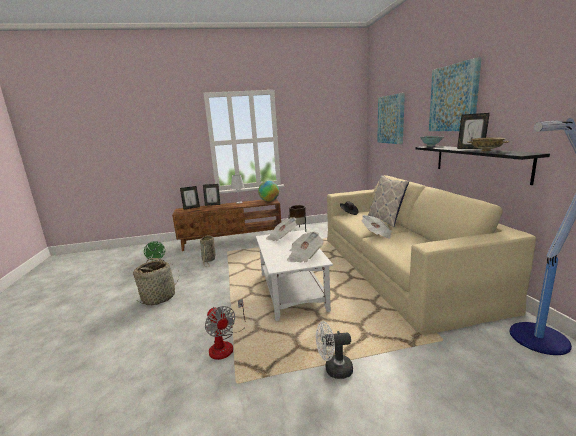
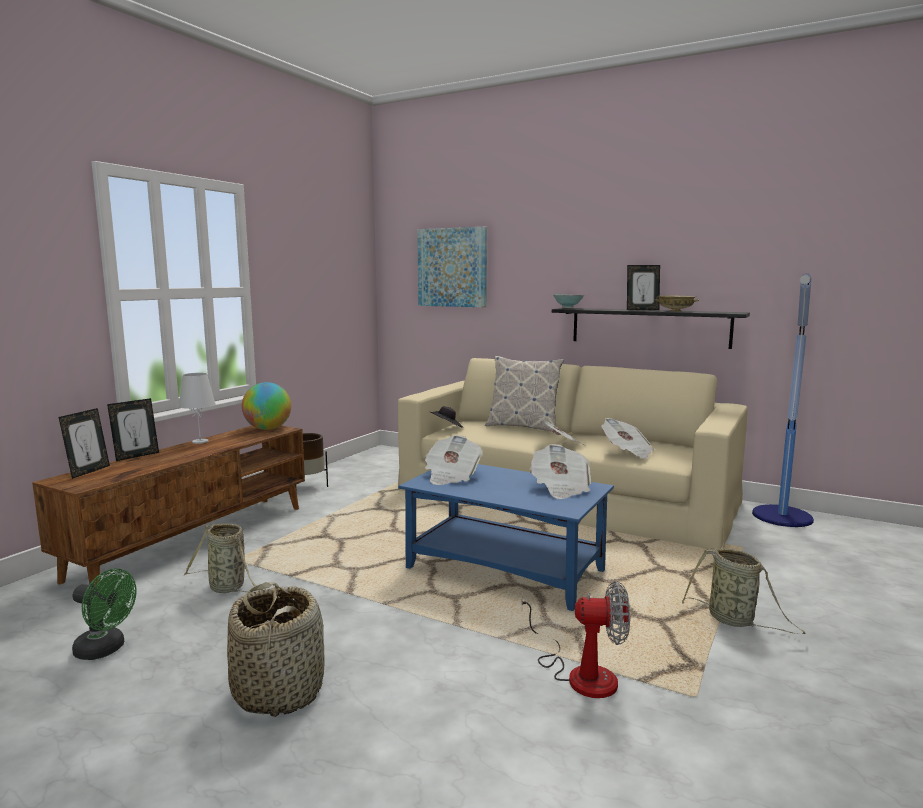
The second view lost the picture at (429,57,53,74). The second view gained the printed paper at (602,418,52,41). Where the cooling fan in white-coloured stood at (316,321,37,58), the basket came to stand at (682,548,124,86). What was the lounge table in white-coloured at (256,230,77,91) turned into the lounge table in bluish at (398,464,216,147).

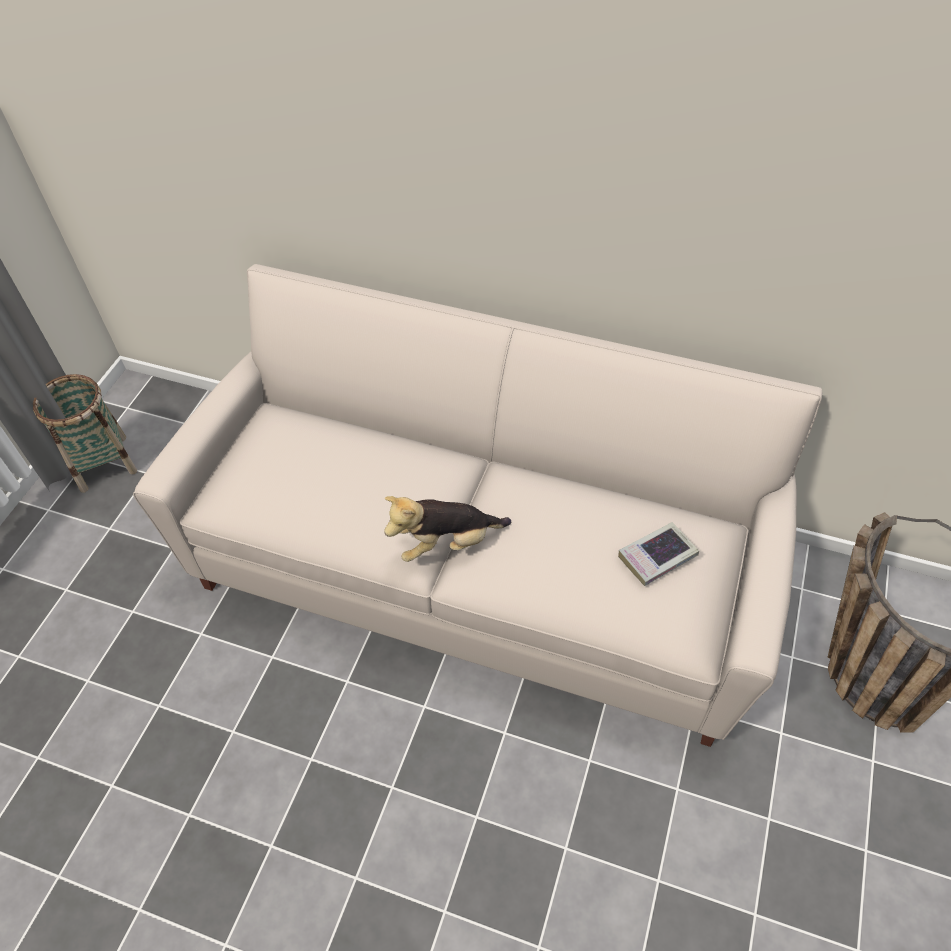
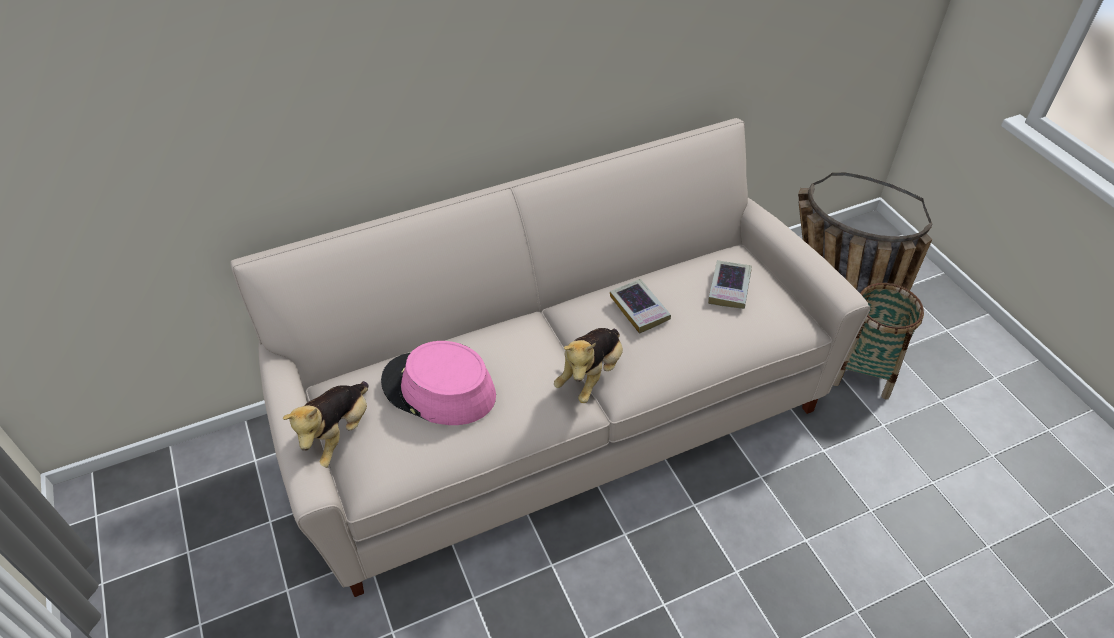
The second view gained the cuddly toy at (283,381,86,87). The second view gained the hat in pink-coloured at (381,341,115,84). The second view gained the bound book at (610,279,61,55). The basket ended up elsewhere, having gone from (33,374,104,119) to (833,283,91,116).

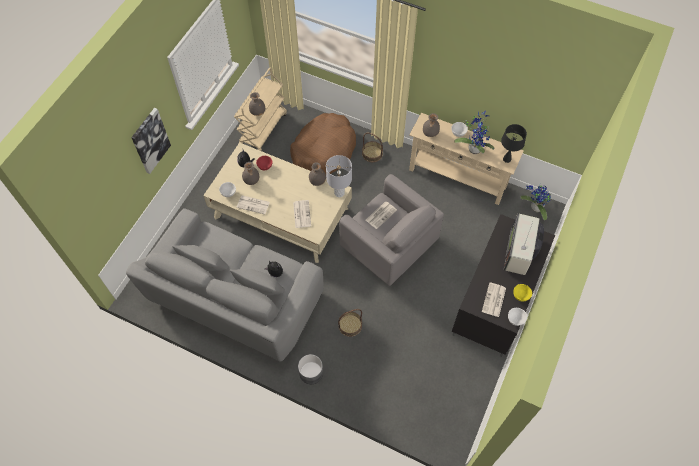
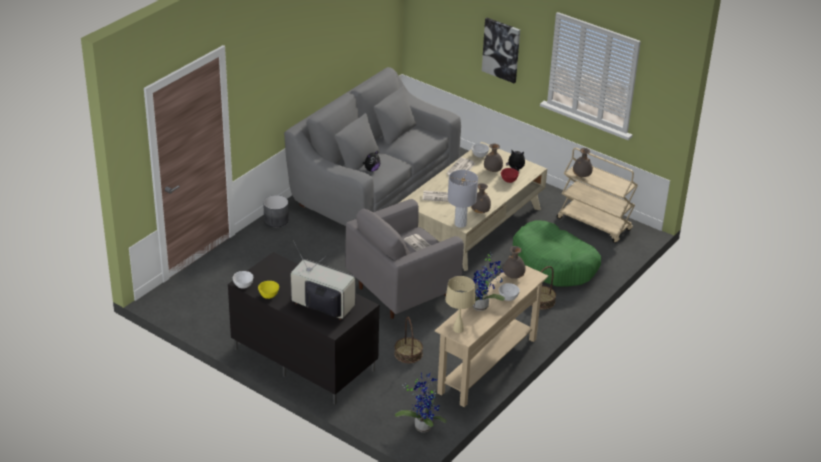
The second view lost the printed paper at (482,283,24,34). The basket ended up elsewhere, having gone from (338,309,24,28) to (394,316,29,47). What was the dog bed in brown-coloured at (290,113,66,61) turned into the dog bed in green at (513,220,88,67). What was the lamp for a table in black at (501,124,26,39) turned into the lamp for a table in beige-coloured at (445,276,30,57).

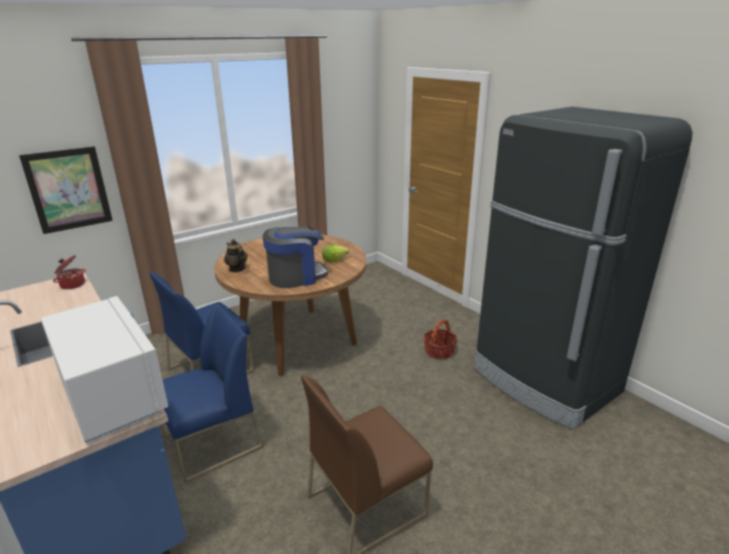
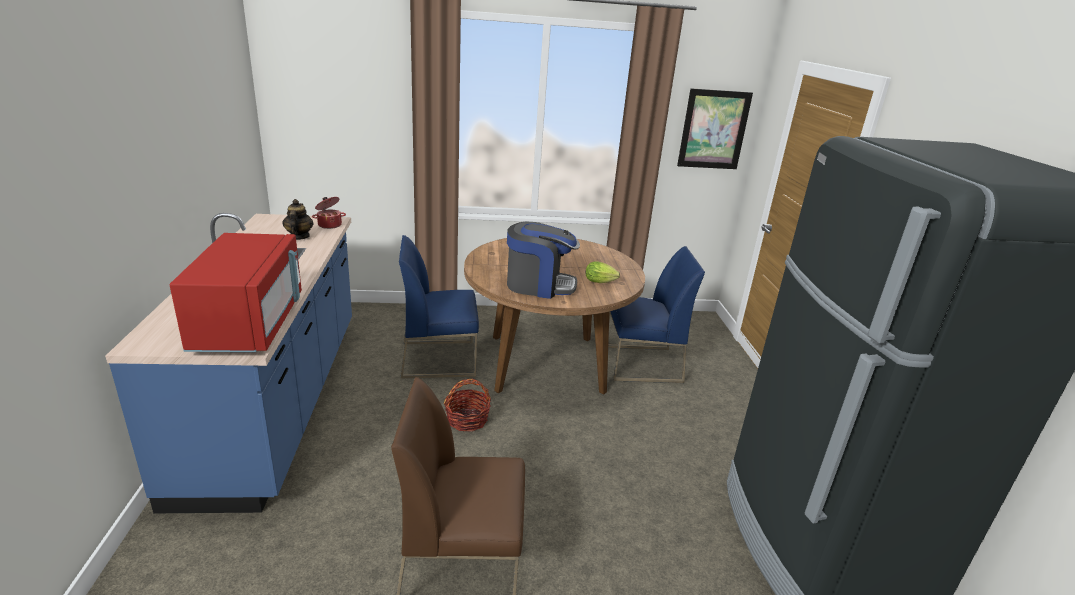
The picture ended up elsewhere, having gone from (19,146,94,88) to (677,88,76,81). The plain chair in bluish ended up elsewhere, having gone from (161,304,103,179) to (608,246,97,137). The pot for tea ended up elsewhere, having gone from (224,239,23,33) to (282,199,32,41). The basket ended up elsewhere, having gone from (424,319,34,40) to (444,379,47,53). What was the microwave oven in white-coloured at (41,296,127,147) turned into the microwave oven in red-coloured at (170,233,132,119).

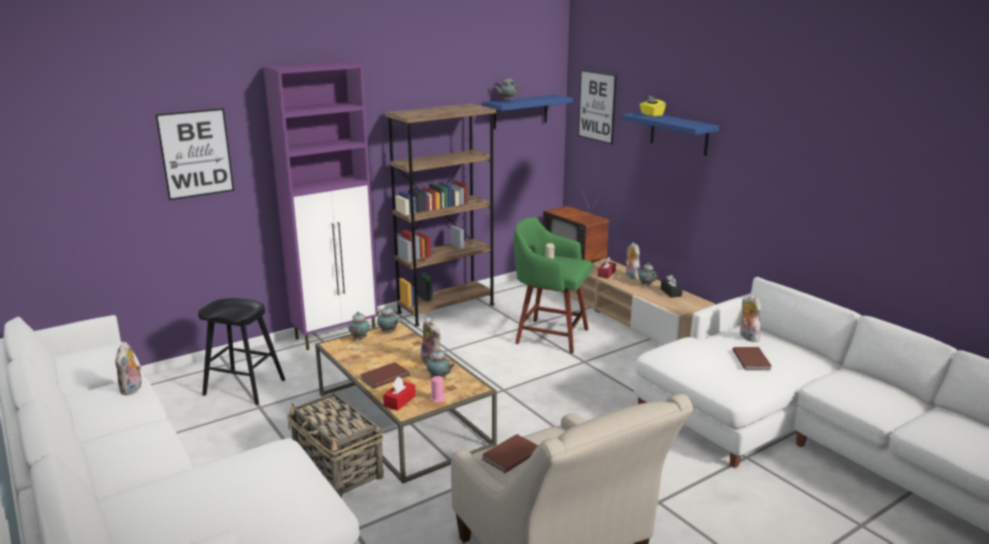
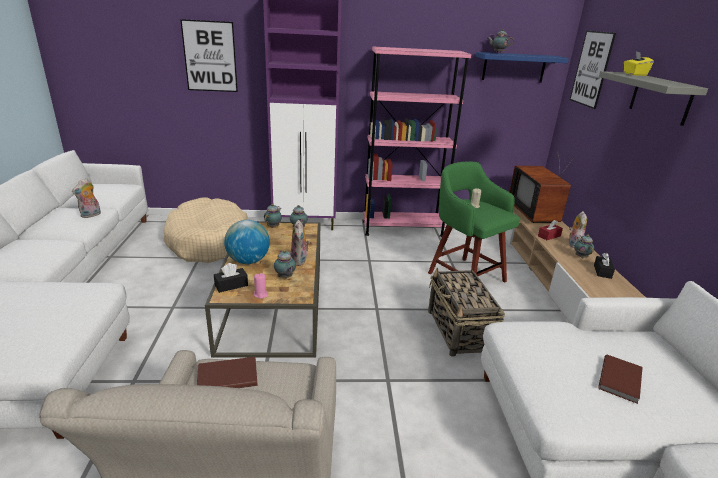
The second view lost the cuddly toy at (740,295,21,47). The basket ended up elsewhere, having gone from (287,393,97,104) to (428,267,77,90). Where the sitting stool in black stood at (198,298,87,107), the dog bed in beige-coloured came to stand at (163,197,85,66). Where the bound book in brown-coloured stood at (360,362,50,27), the globe came to stand at (224,220,46,44). What was the box of tissues in red-coloured at (383,377,33,34) turned into the box of tissues in black at (214,263,34,30). What was the bookcase in brown-coloured at (385,103,111,224) turned into the bookcase in pink-coloured at (363,47,108,190). What was the shelf in bluish at (622,112,97,44) turned into the shelf in greyish at (599,71,109,55).

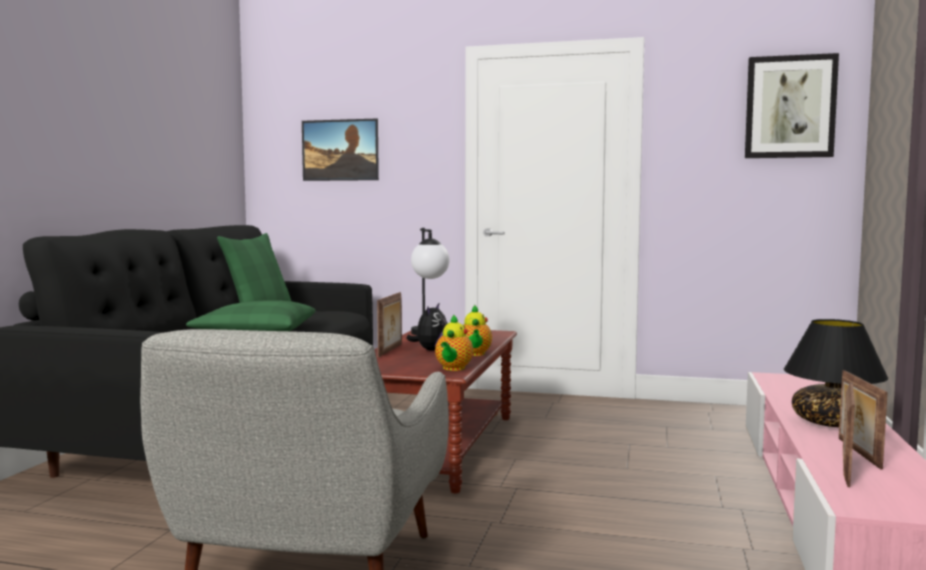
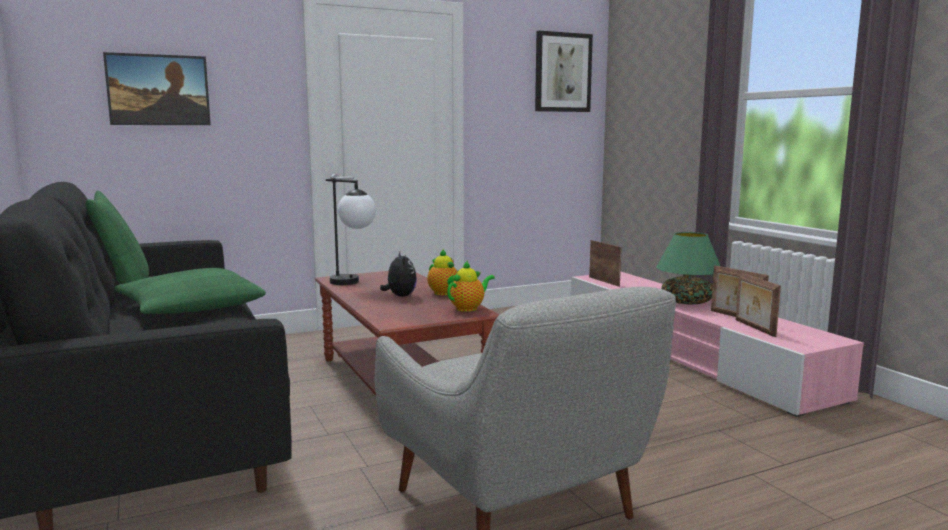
The standing frame ended up elsewhere, having gone from (377,292,25,65) to (589,240,33,47). What was the lamp for a table in black at (784,319,104,108) turned into the lamp for a table in green at (656,232,64,72). The pot for tea at (435,314,38,57) ended up facing another way, 105 degrees counterclockwise from before.

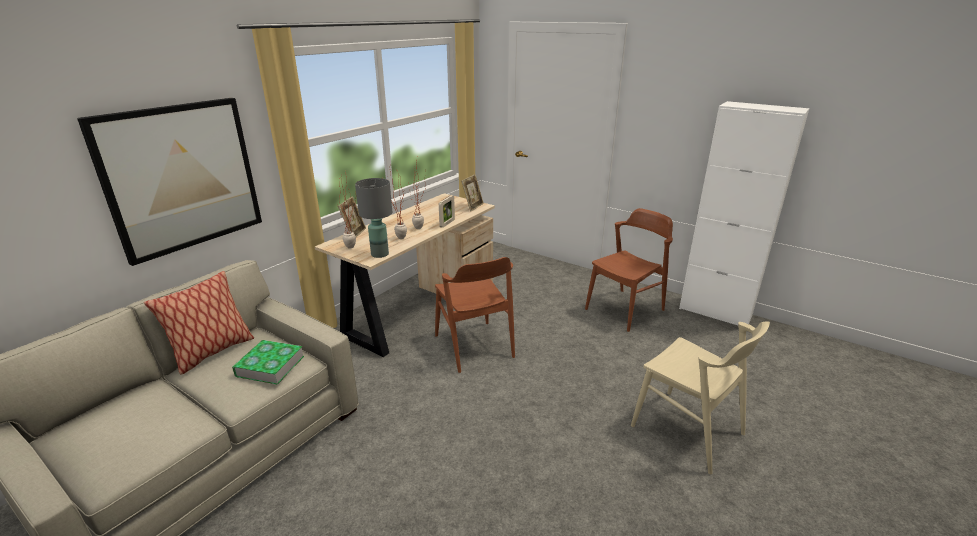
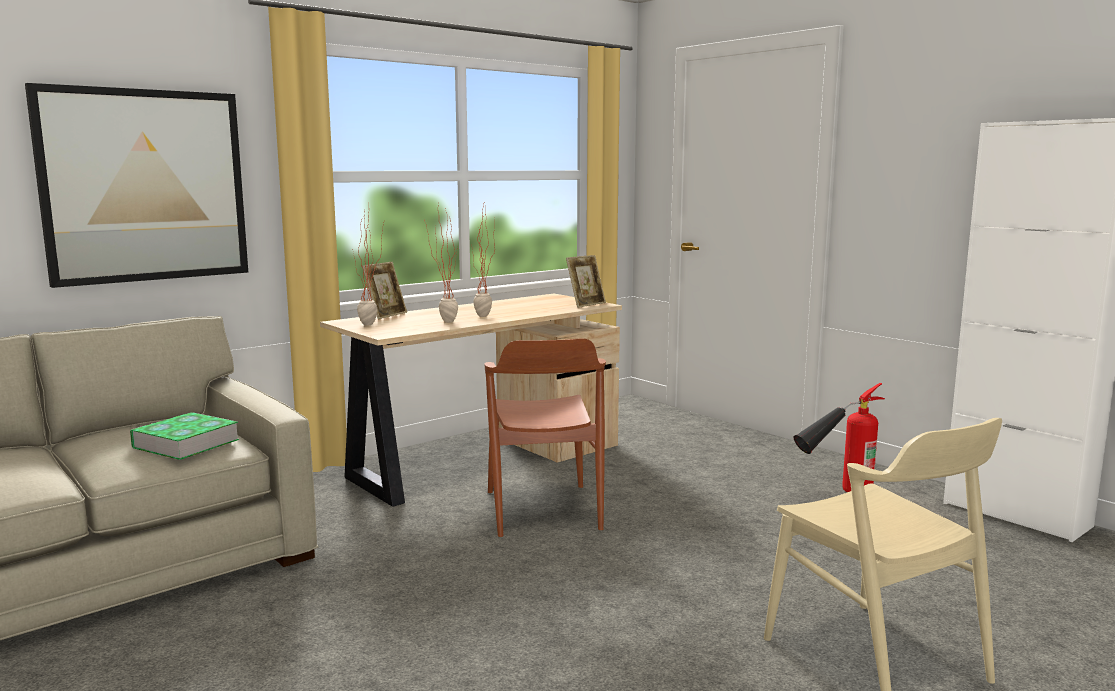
The second view lost the pillow at (144,271,110,103). The second view lost the lamp for a table in greyish at (355,178,37,80). The second view lost the standing frame at (439,195,16,33). Where the plain chair in brown-coloured stood at (585,208,88,124), the fire extinguisher came to stand at (794,383,91,109).

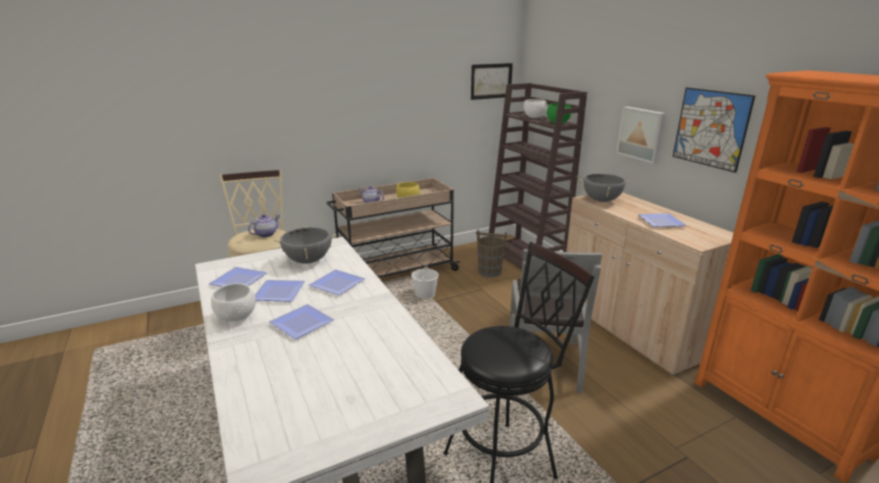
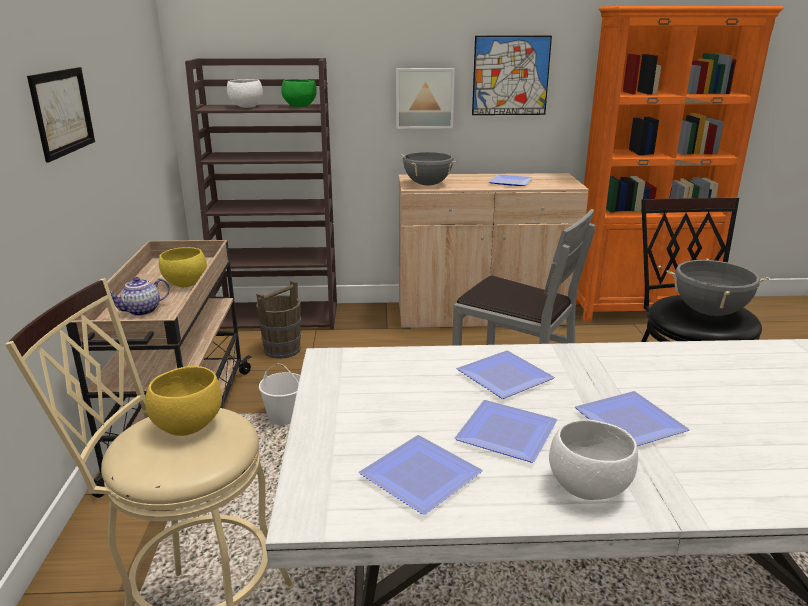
The saucepot in greyish ended up elsewhere, having gone from (274,226,63,38) to (666,258,103,58). The picture ended up elsewhere, having gone from (471,63,42,37) to (27,67,68,95). Where the pot for tea stood at (248,214,32,23), the deep dish in yellow-coloured came to stand at (145,366,77,70).

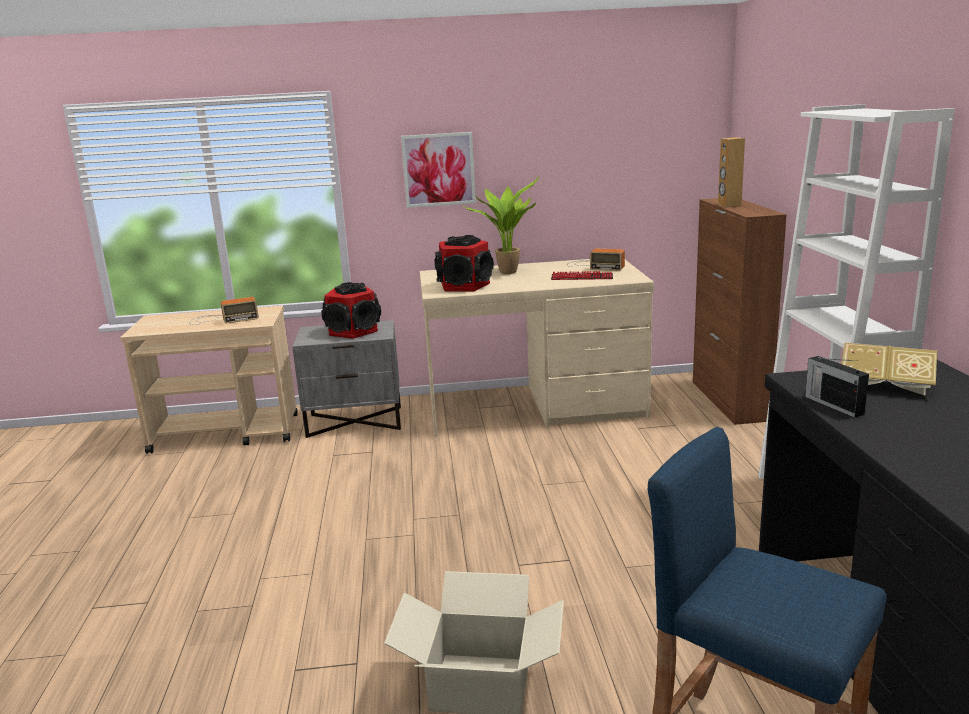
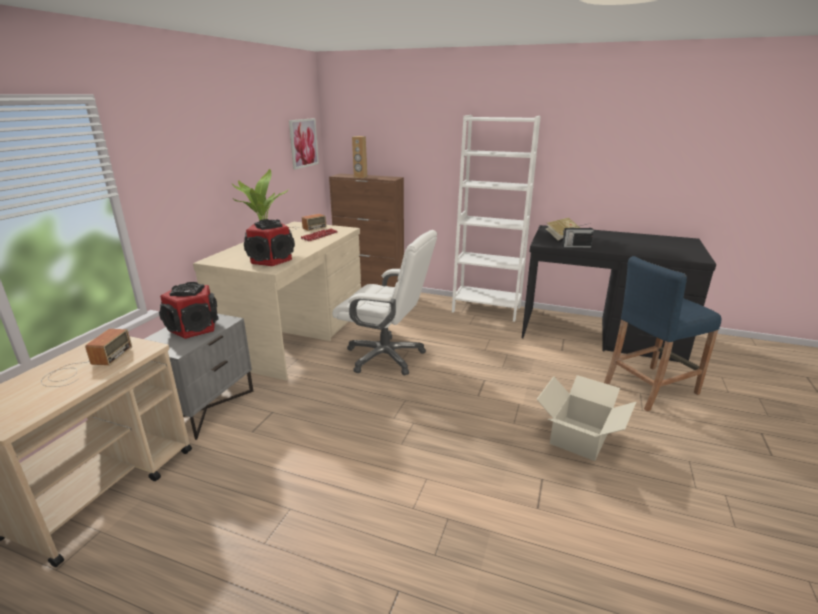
The second view gained the desk chair in white-coloured at (332,230,105,145). The picture ended up elsewhere, having gone from (401,132,75,76) to (289,118,30,52).

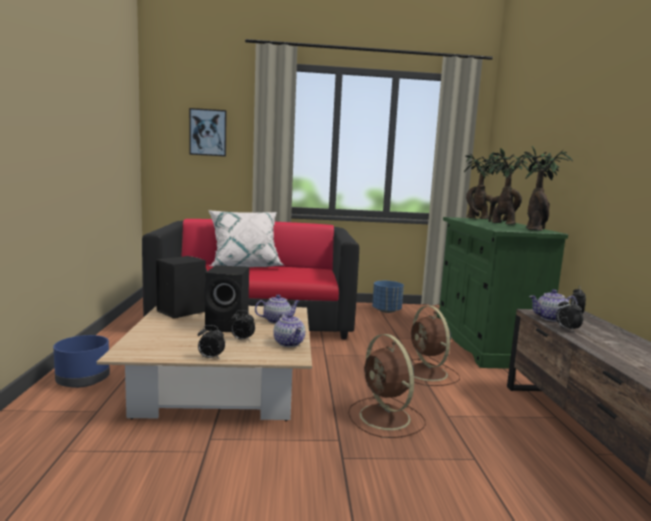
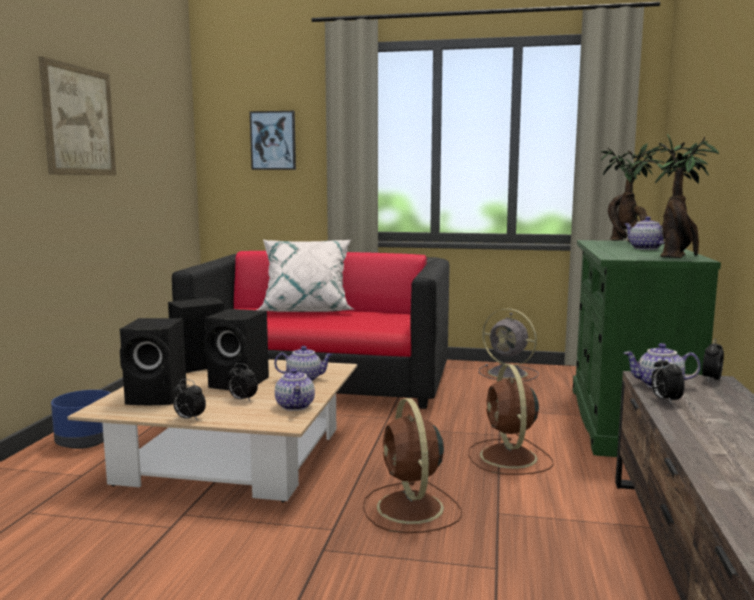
The second view gained the picture at (39,56,77,119). The second view gained the audio speaker in black at (120,318,67,87). Where the flower pot in bluish stood at (372,281,32,32), the cooling fan in greyish came to stand at (479,308,60,74). Where the potted plant stood at (484,148,48,77), the pot for tea came to stand at (625,216,40,34).

